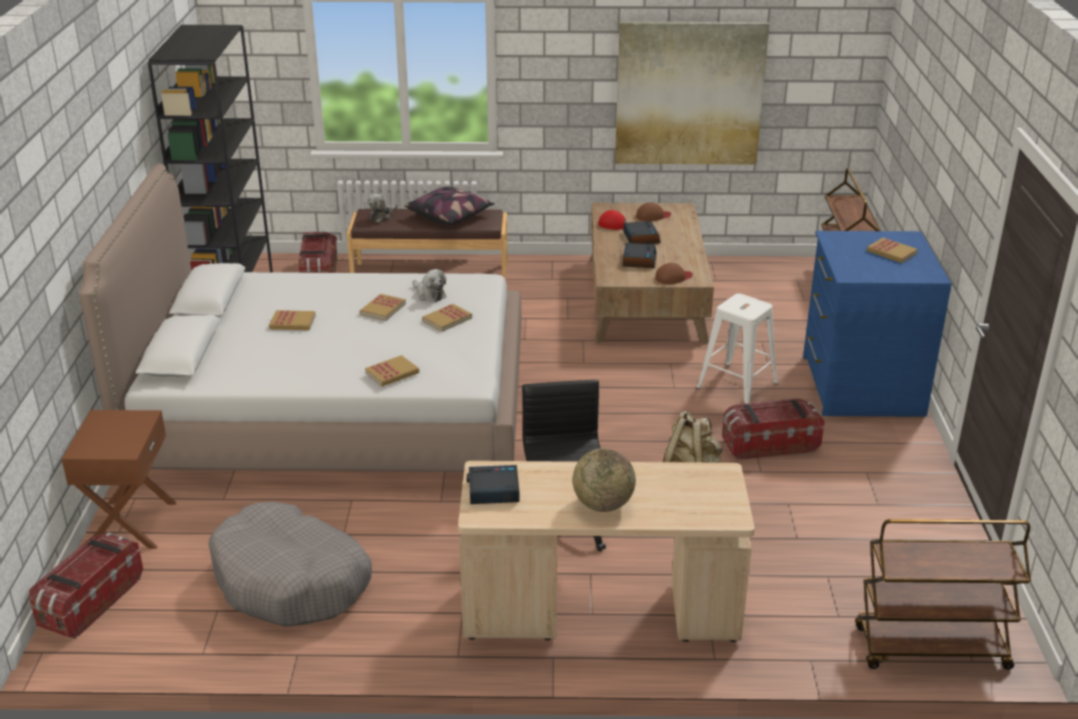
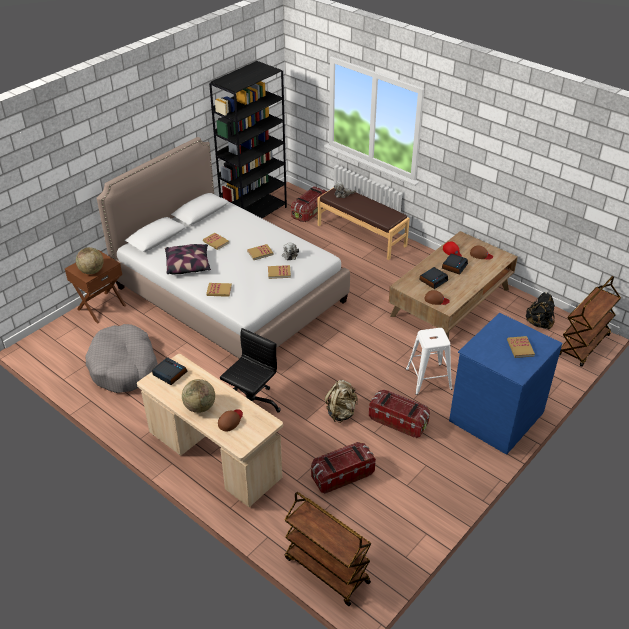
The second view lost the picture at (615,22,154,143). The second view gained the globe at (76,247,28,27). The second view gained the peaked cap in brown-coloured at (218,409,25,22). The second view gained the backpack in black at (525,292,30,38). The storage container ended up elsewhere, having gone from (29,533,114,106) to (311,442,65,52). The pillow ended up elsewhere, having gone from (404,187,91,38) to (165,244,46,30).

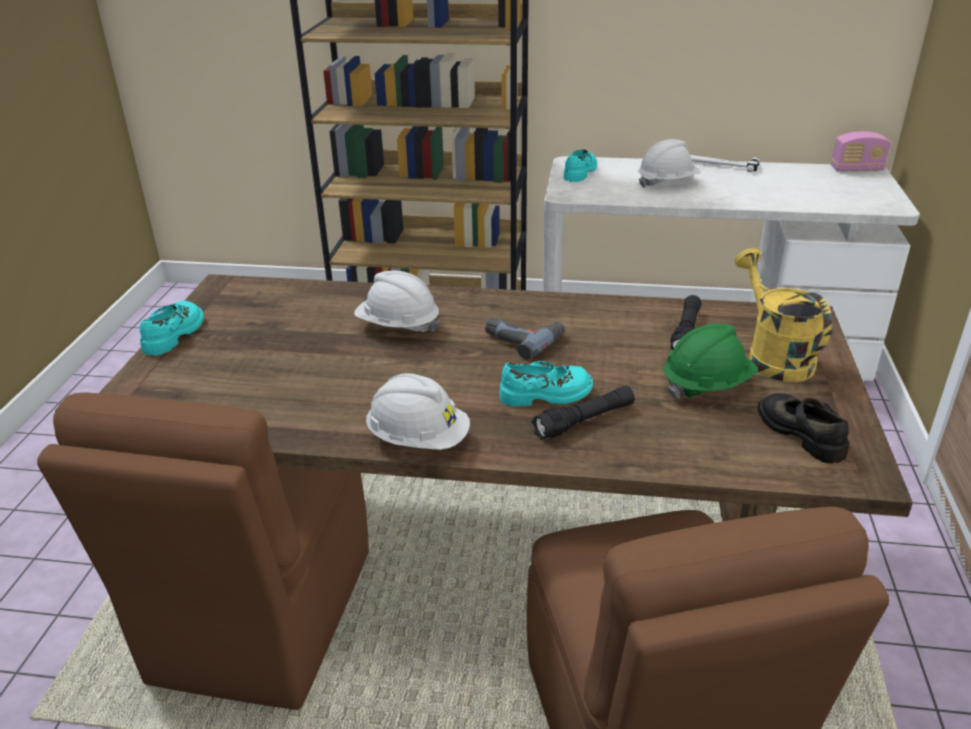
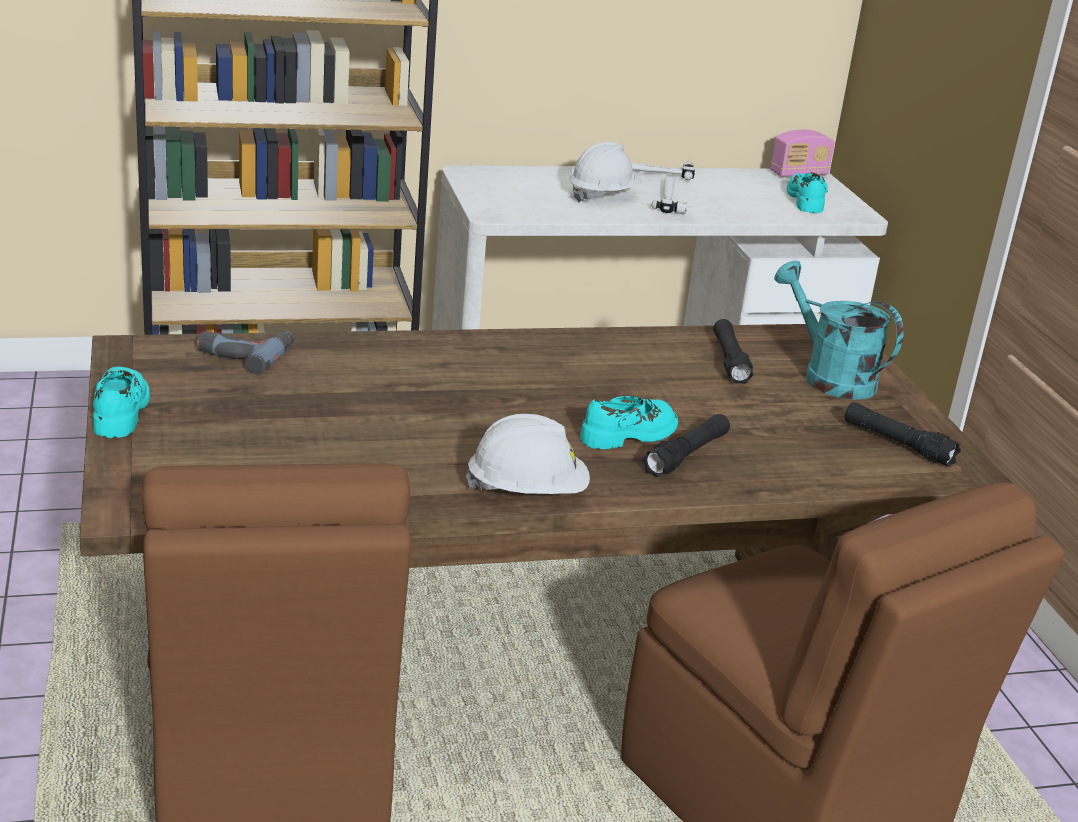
The second view lost the safety helmet in white-coloured at (354,270,86,62). The second view lost the safety helmet in green at (664,324,94,75). The second view gained the tool hammer at (651,176,36,38). The power drill ended up elsewhere, having gone from (485,318,80,42) to (197,330,97,44). The low shoe in turquoise-coloured ended up elsewhere, having gone from (564,149,33,33) to (787,173,41,40). Where the low shoe in black stood at (758,393,91,70), the flashlight in black came to stand at (844,402,117,65). What was the watering pot in yellow-coloured at (735,248,97,134) turned into the watering pot in turquoise-coloured at (774,261,130,139).

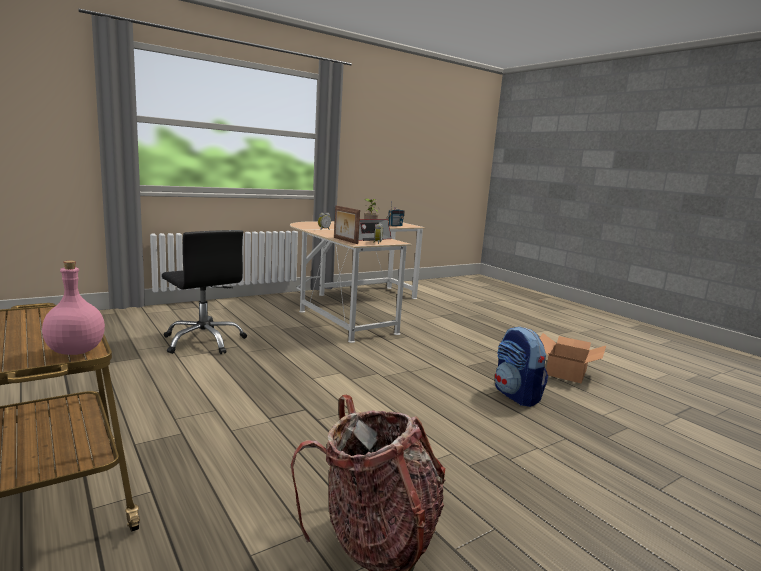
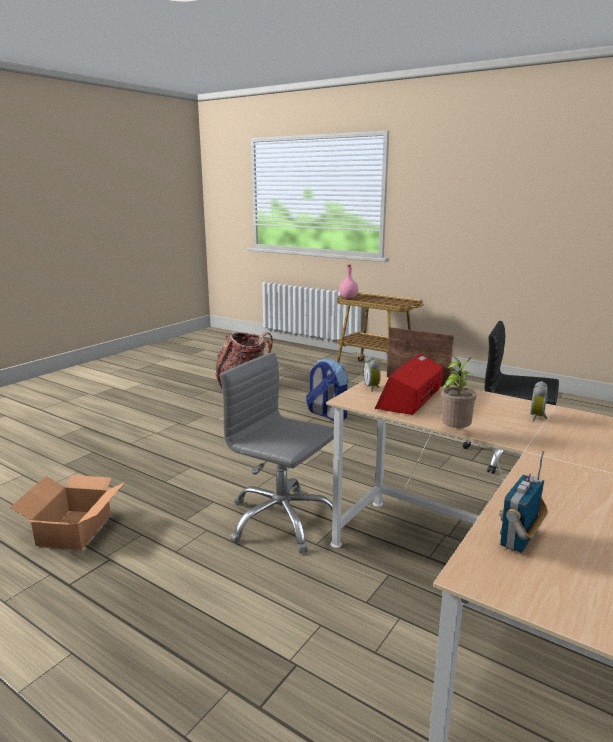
The second view gained the desk chair in greyish at (220,352,114,201). The backpack ended up elsewhere, having gone from (495,327,53,80) to (306,359,42,62).

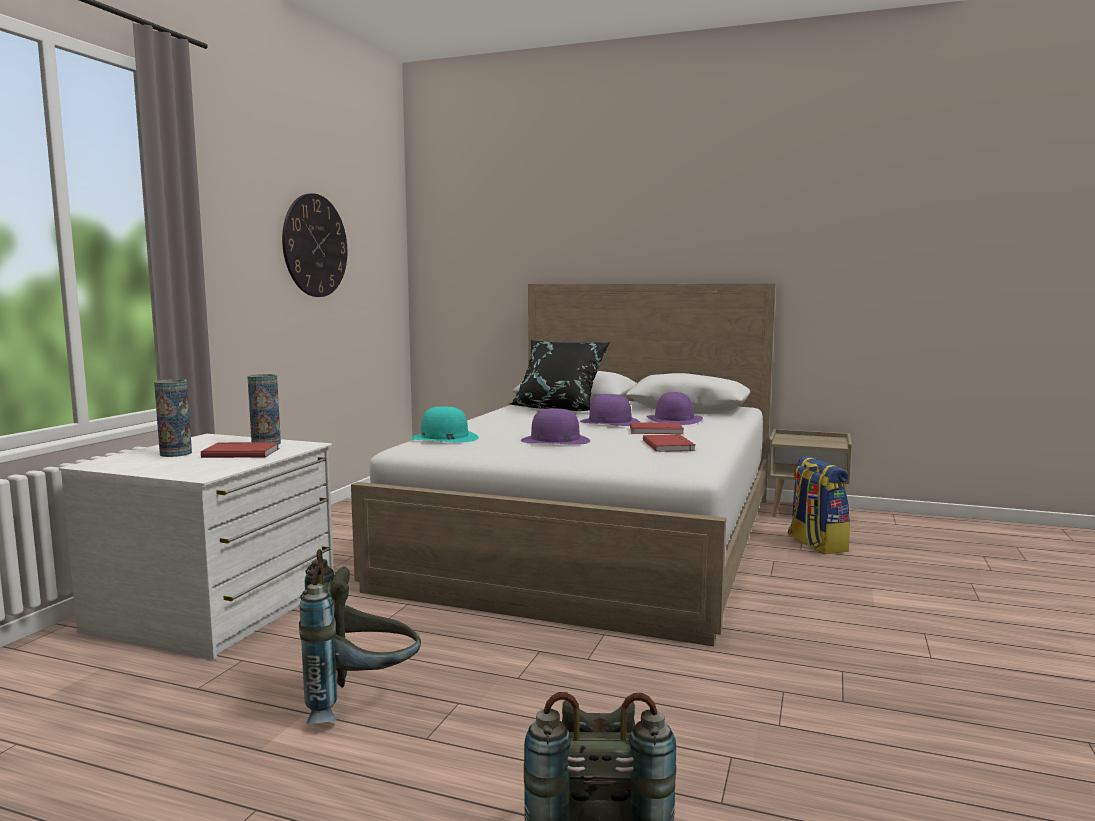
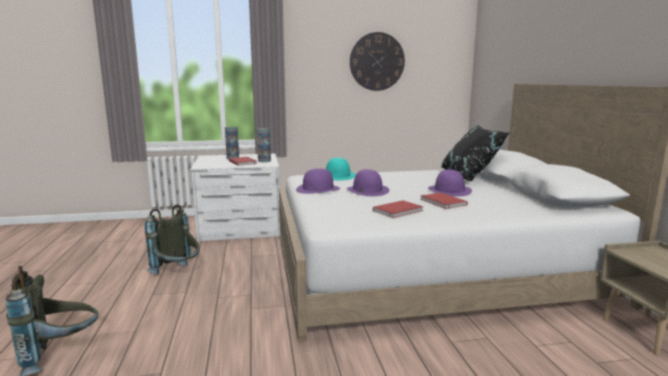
The second view lost the backpack at (788,456,62,98). The hat in purple-coloured ended up elsewhere, having gone from (646,392,57,33) to (296,168,44,26).

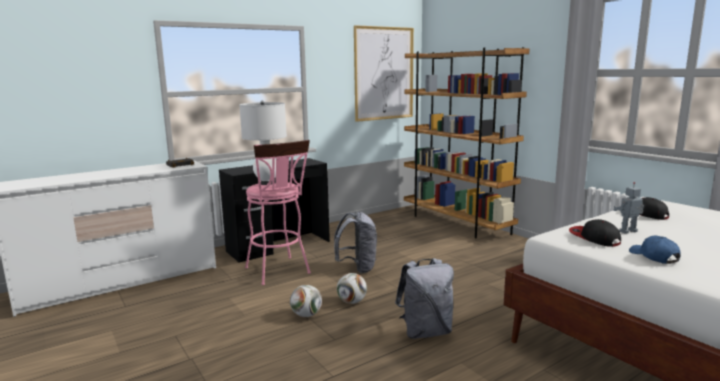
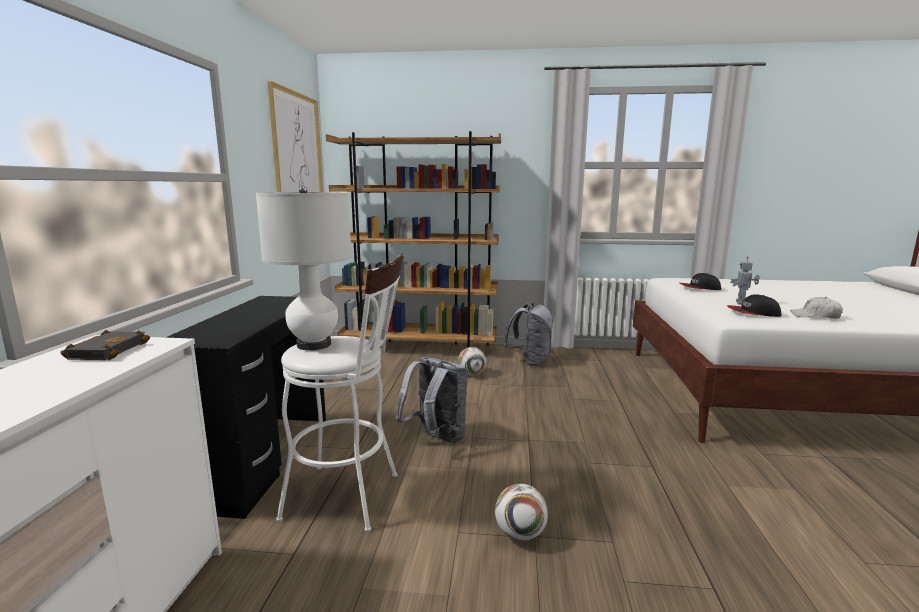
The football ball ended up elsewhere, having gone from (337,273,30,31) to (458,347,28,29). The backpack in greyish ended up elsewhere, having gone from (395,258,59,81) to (504,303,49,63). What was the sitting stool in pink-coloured at (245,140,66,145) turned into the sitting stool in white-coloured at (276,253,128,279). What was the peaked cap in bluish at (629,236,52,28) turned into the peaked cap in white-coloured at (790,297,53,22).

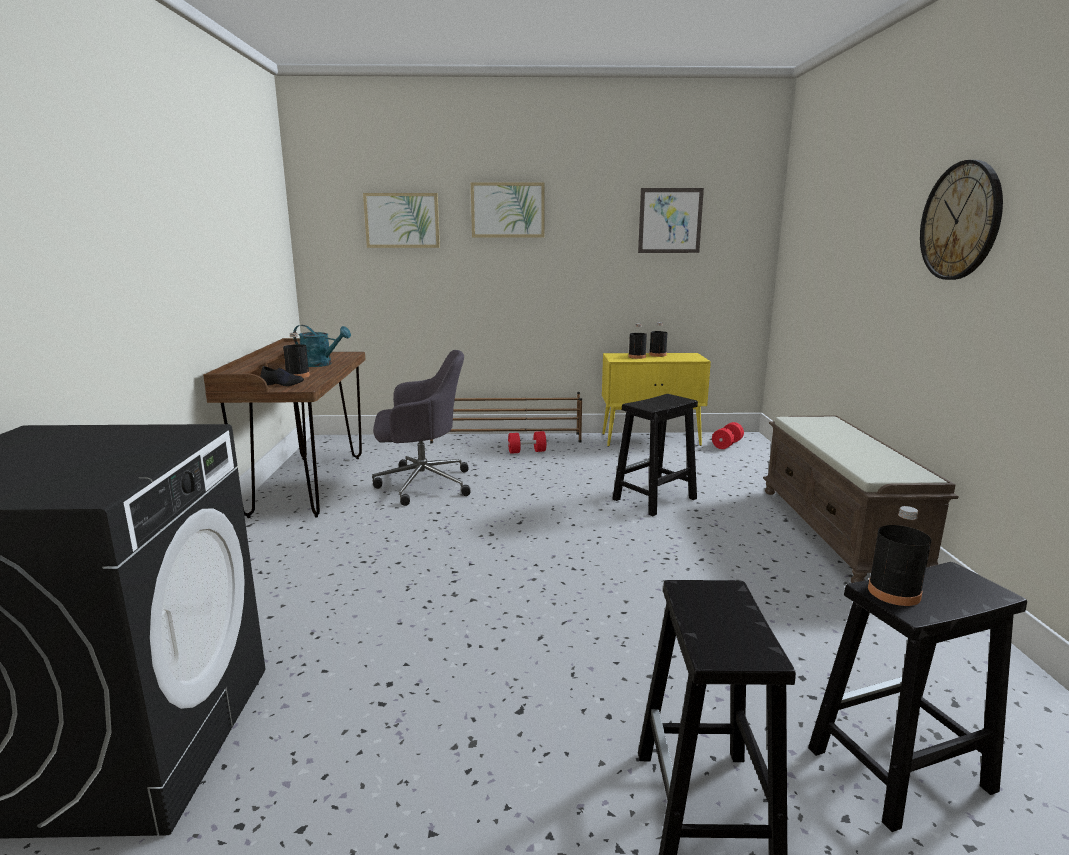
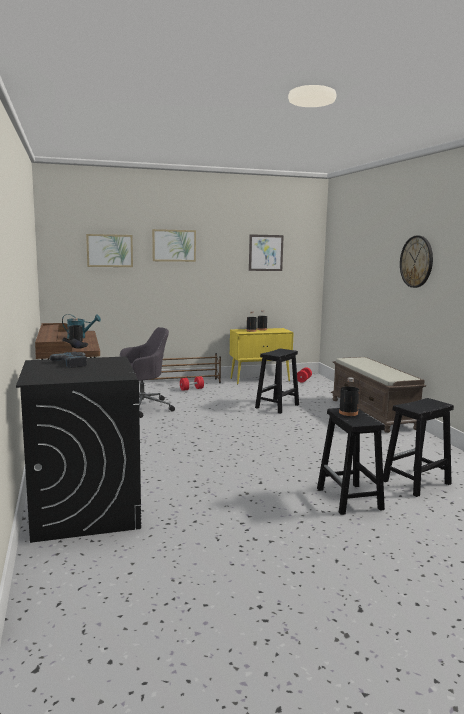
The second view gained the power drill at (50,352,38,16). The beverage bottle in black ended up elsewhere, having gone from (868,506,63,100) to (339,378,20,38).

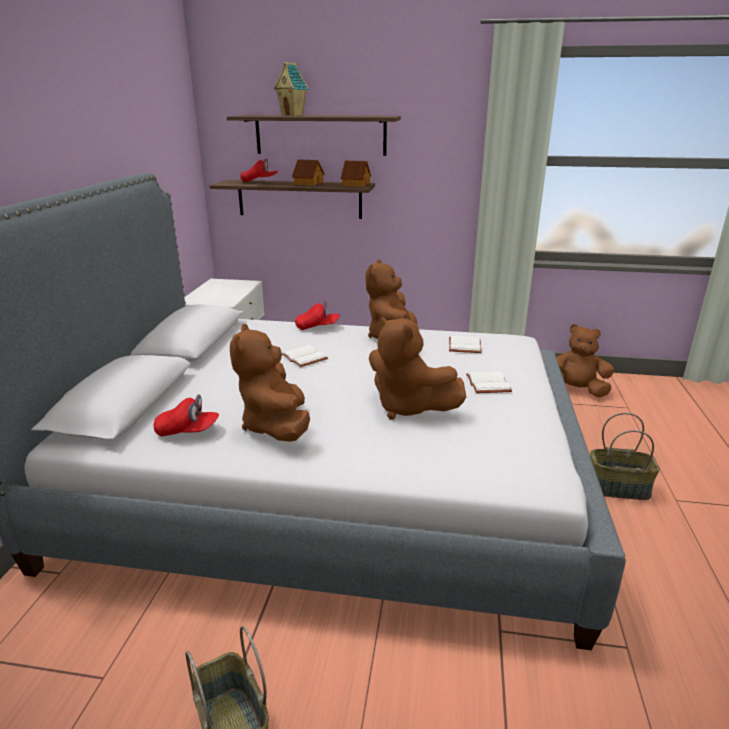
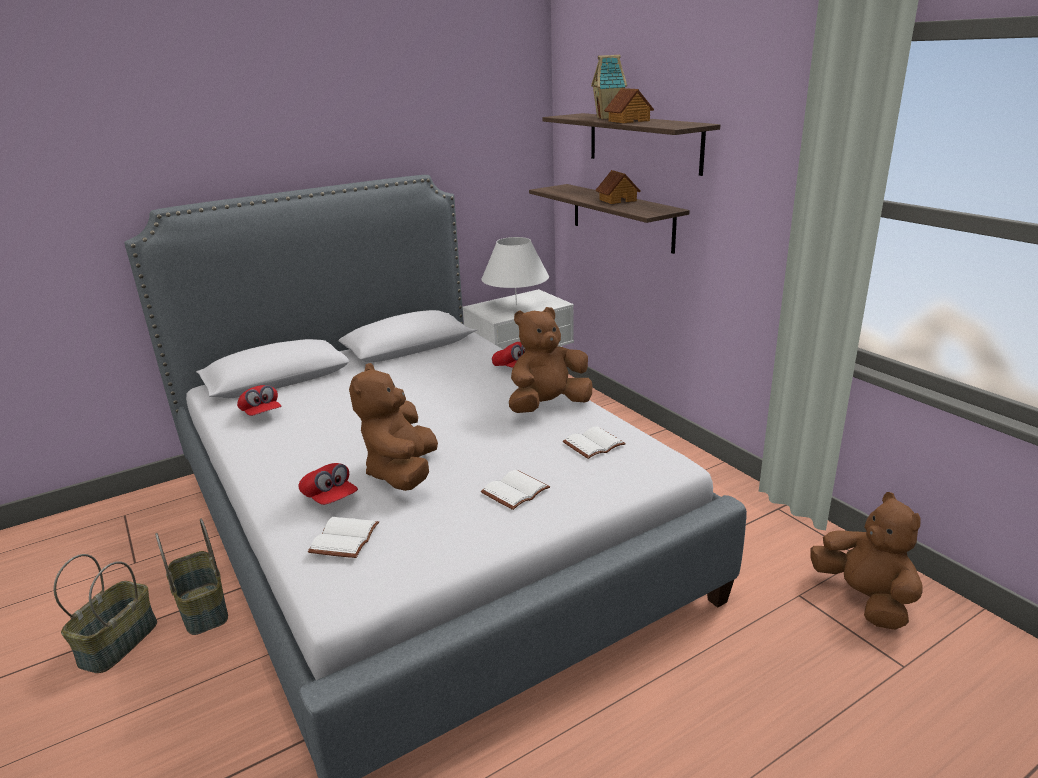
The second view lost the cuddly toy in brown-coloured at (230,323,80,119). The second view gained the lamp for a table in white-coloured at (481,237,68,68). The peaked cap in red-coloured ended up elsewhere, having gone from (240,158,39,24) to (299,463,59,42). The bound book in white-coloured ended up elsewhere, having gone from (282,345,46,22) to (308,517,71,41). The model house ended up elsewhere, having gone from (341,161,30,26) to (604,88,50,35). The basket ended up elsewhere, having gone from (590,413,70,87) to (155,519,73,116).

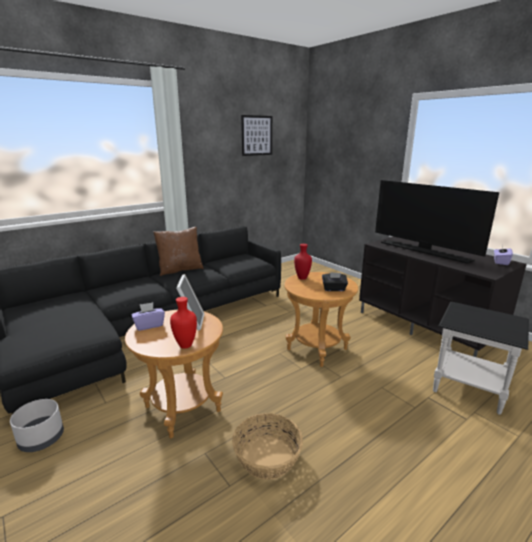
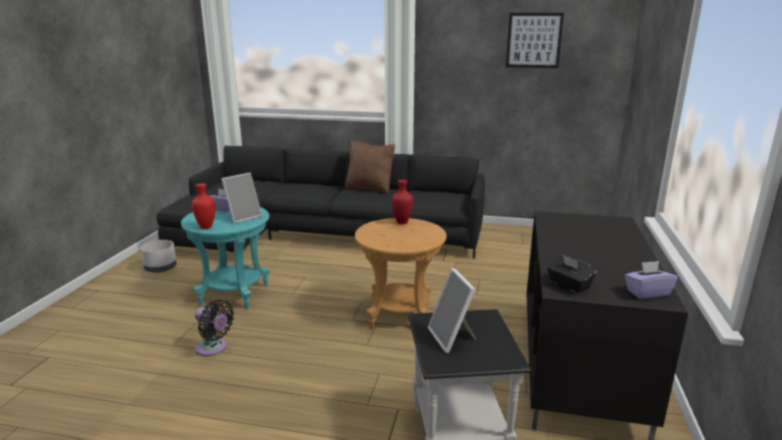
The second view lost the TV at (375,180,124,84). The second view gained the standing frame at (428,268,48,85). The box of tissues in black ended up elsewhere, having gone from (322,272,26,19) to (547,255,50,39). Where the basket stood at (232,413,71,67), the cooling fan in black came to stand at (195,300,39,56). What was the side table in brown-coloured at (125,310,98,128) turned into the side table in turquoise-coloured at (181,207,89,102).

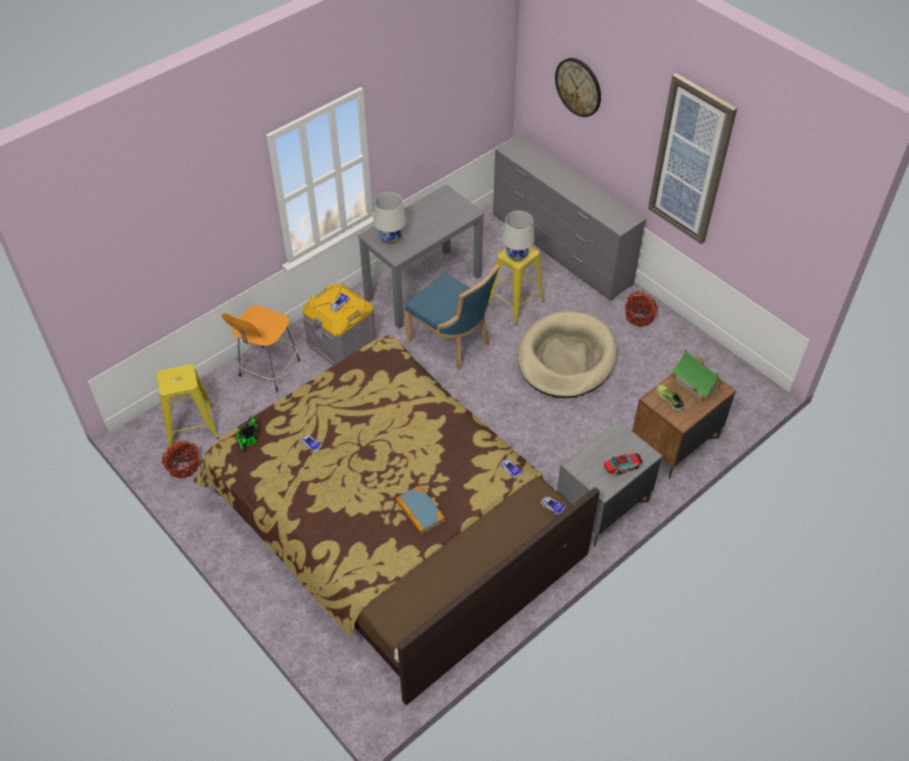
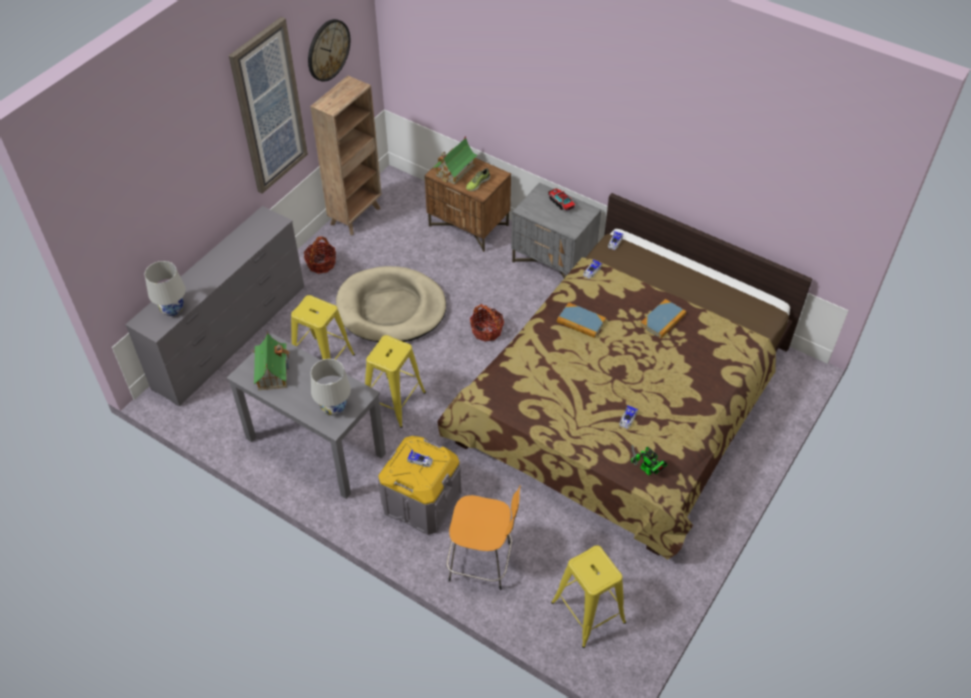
The second view gained the model house at (253,332,36,58). The second view gained the bookcase in brown-coloured at (310,76,72,159). The second view gained the bound book at (557,303,49,35). The basket ended up elsewhere, having gone from (162,441,37,38) to (470,304,34,38). The lamp for a table in white-coloured ended up elsewhere, having gone from (502,211,33,50) to (145,261,41,55). The wall clock ended up elsewhere, having gone from (555,58,46,59) to (308,19,42,63). Where the plain chair in bluish stood at (404,265,96,105), the sitting stool in yellow-coloured came to stand at (365,335,61,93).

